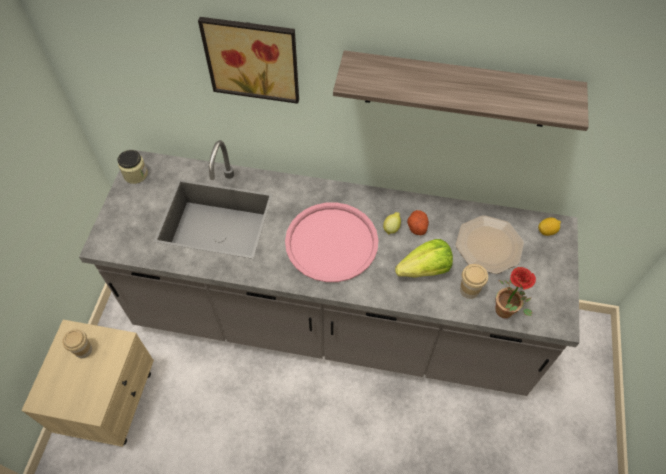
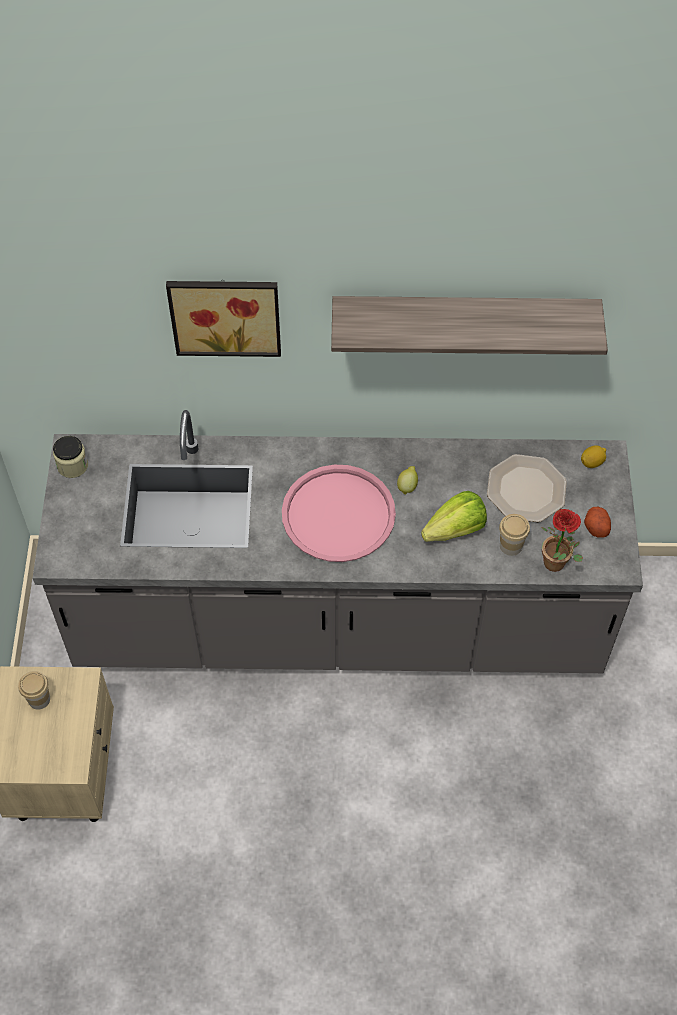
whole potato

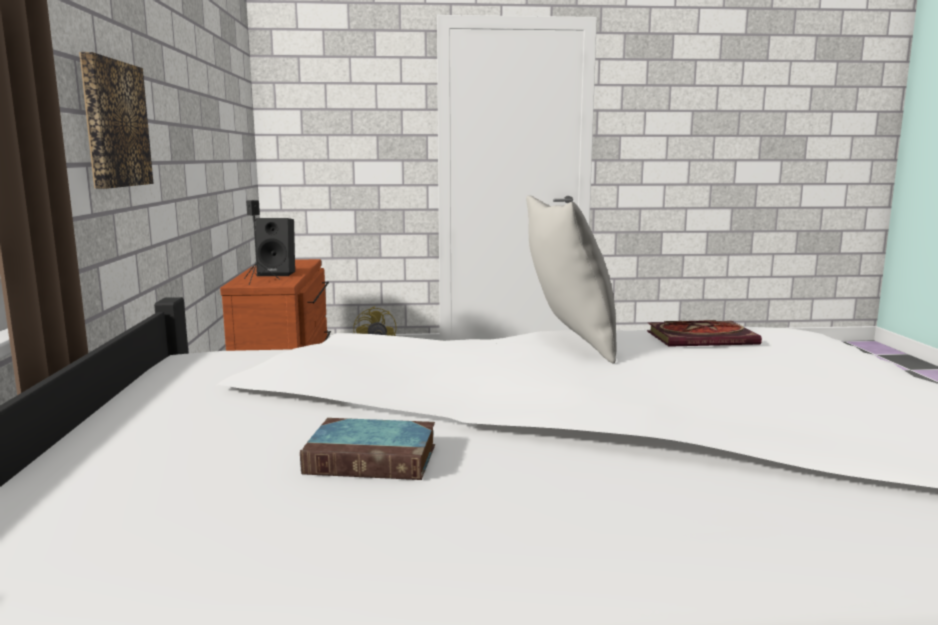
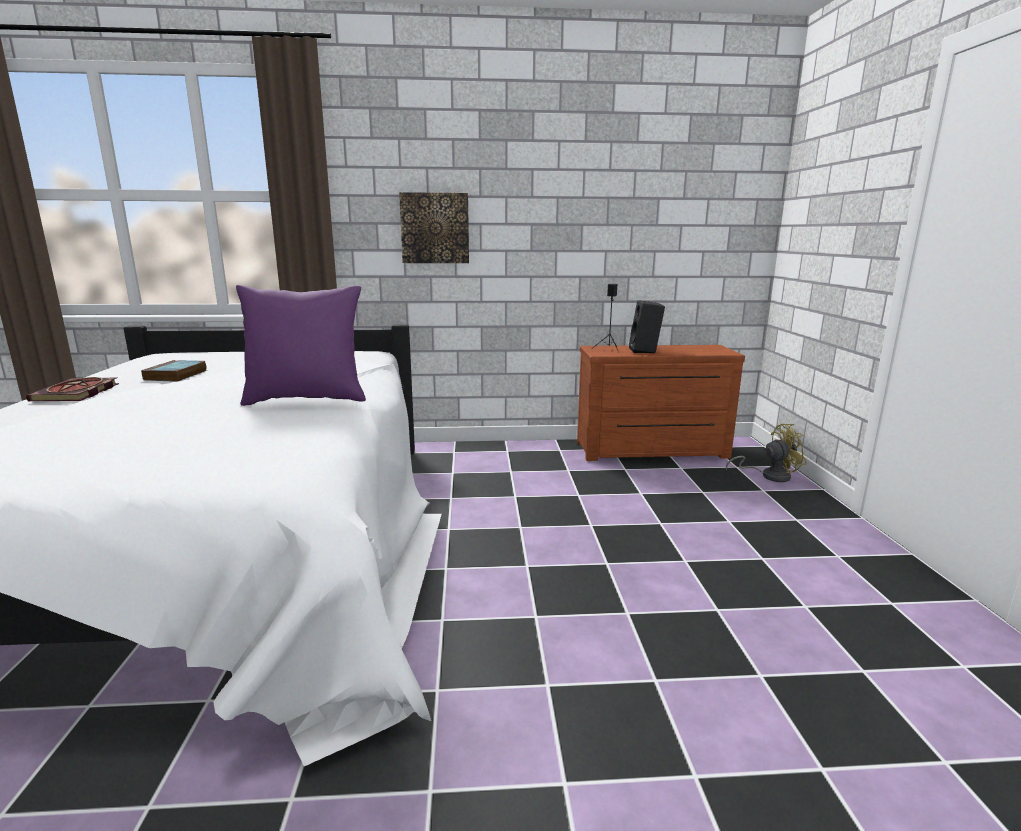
volume (1st from left); purple-coloured throw pillow

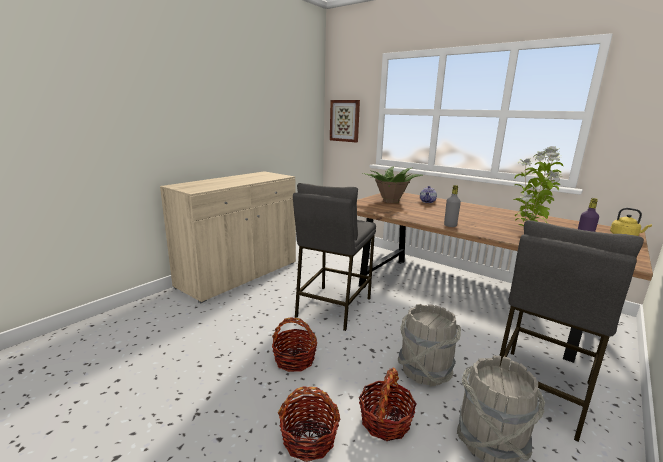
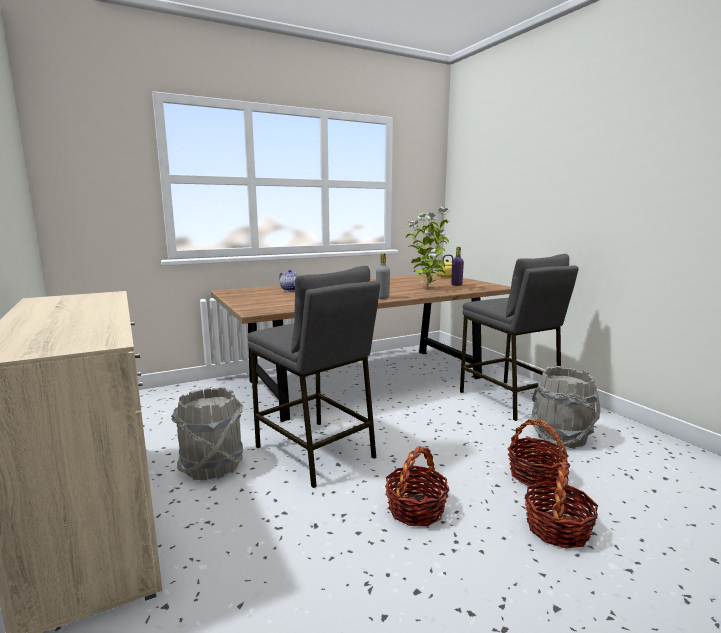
greyish bucket (1st from left); wall art; potted plant (1st from left in the first image)

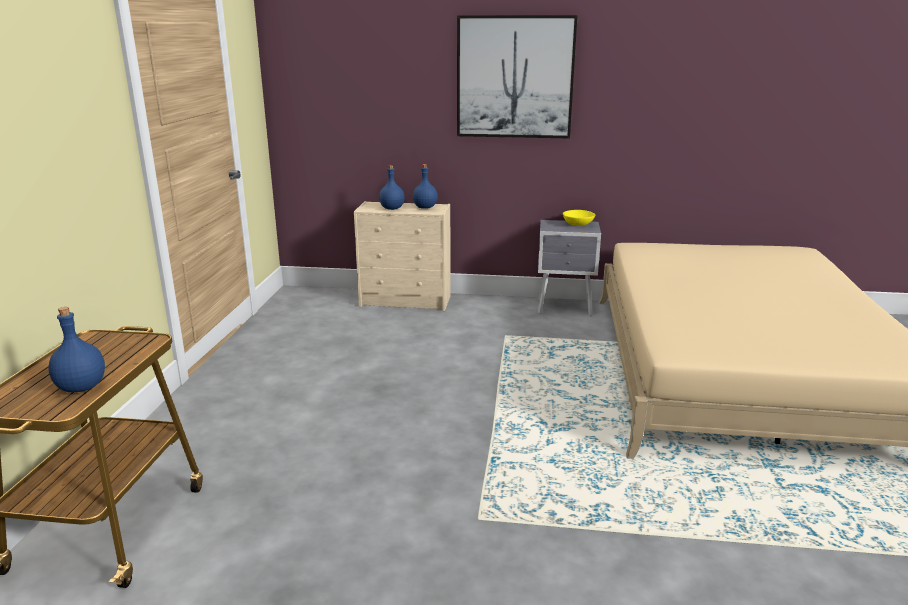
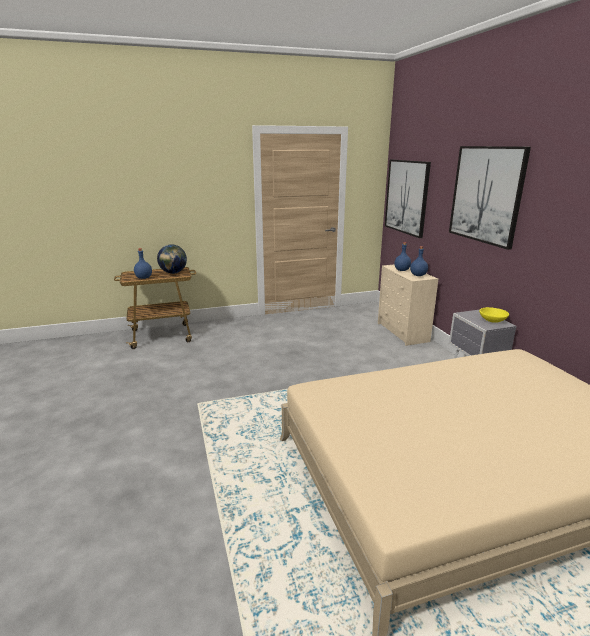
desk globe; wall art (1st from left)

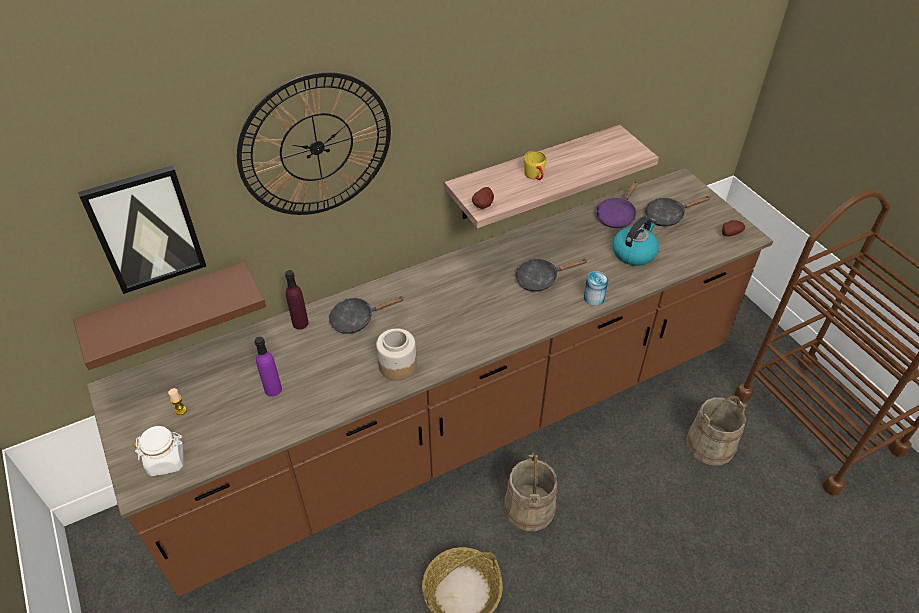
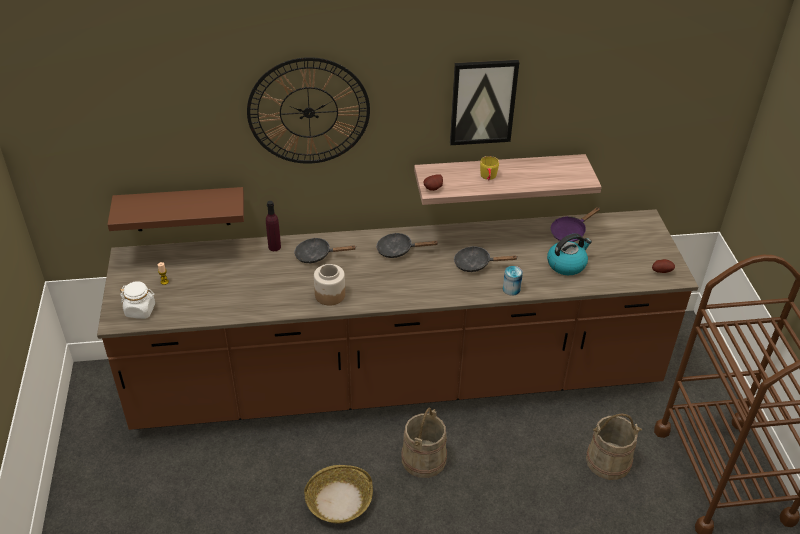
blackish skillet (2nd from left); wall art; purple-coloured drink bottle (1st from left in the first image)

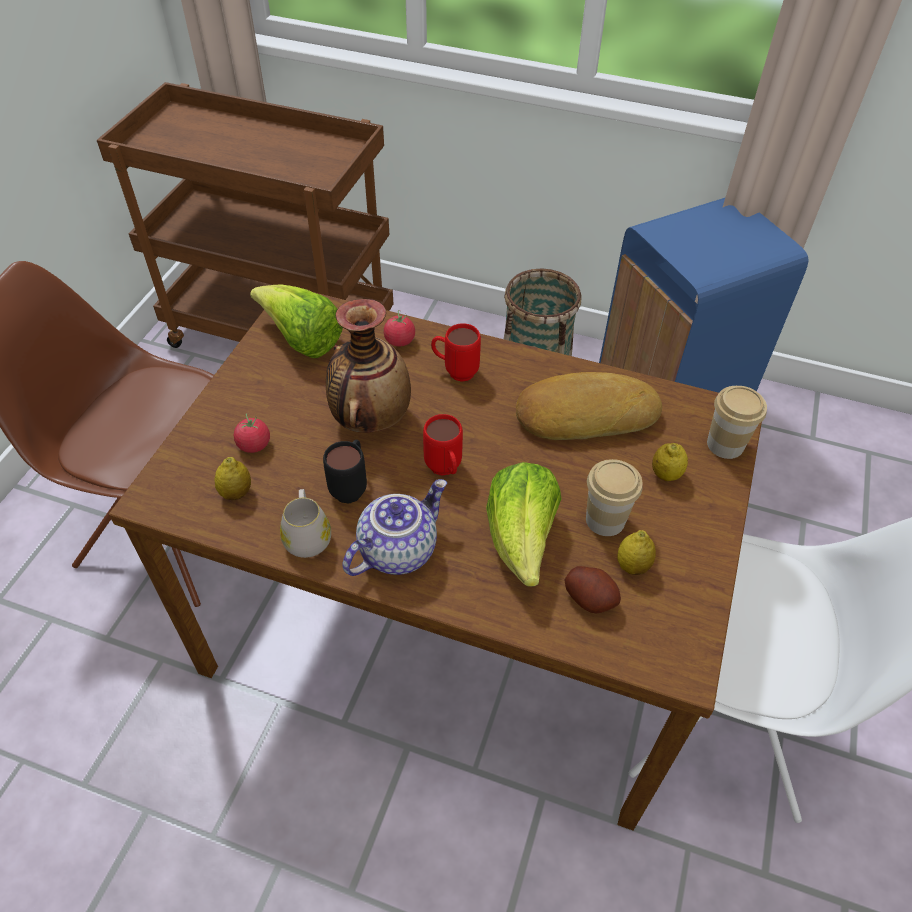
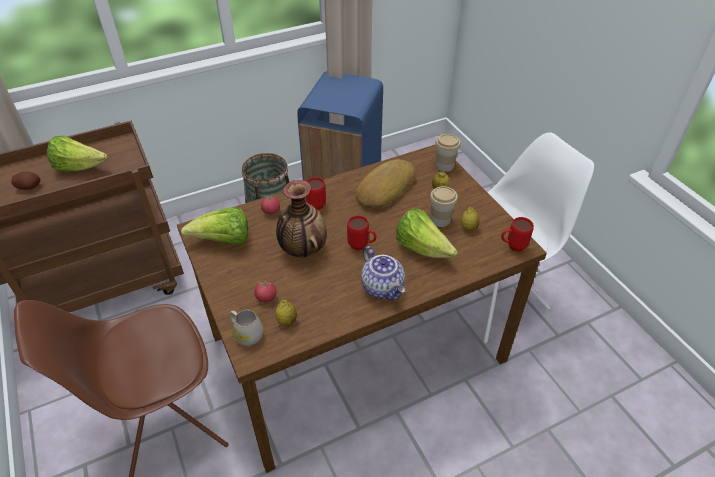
whole potato; head of lettuce (1st from left); white tea mug; tea pot; red tea mug (3rd from left); blackish tea mug

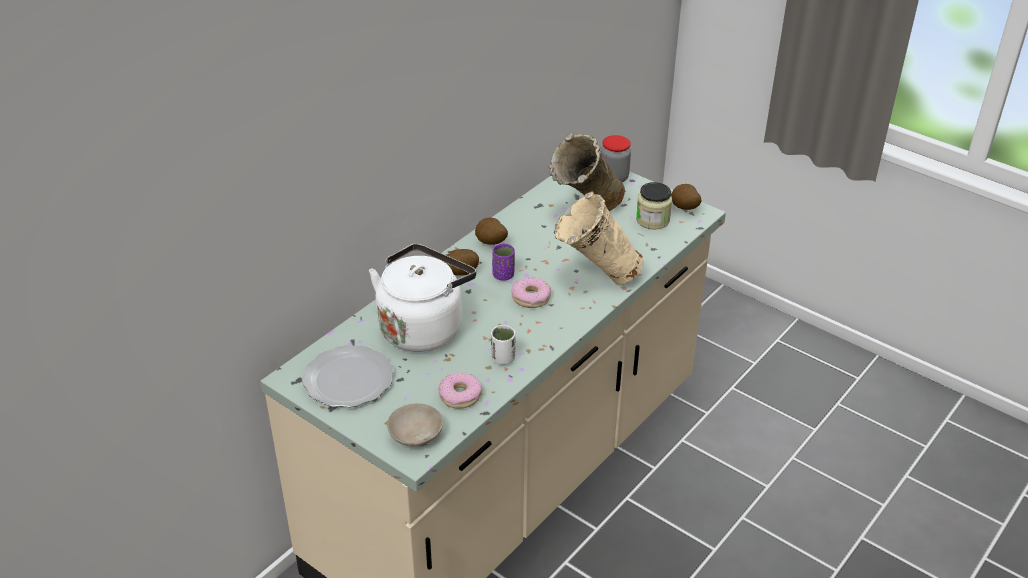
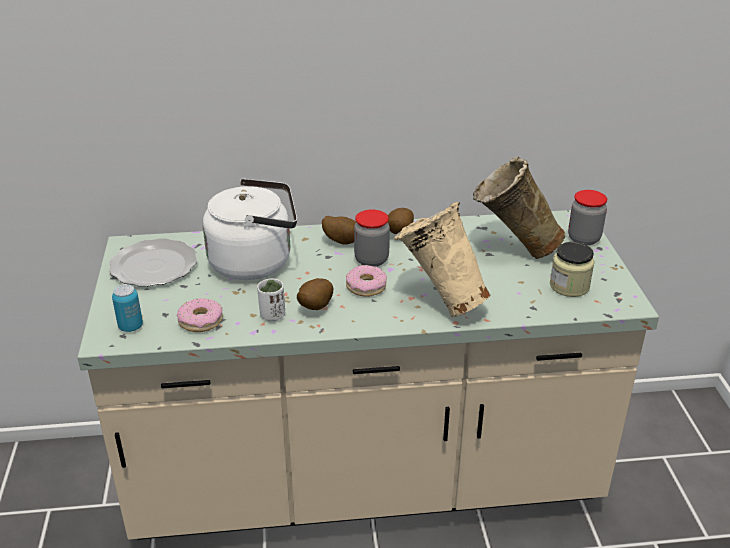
sealed can; whole potato (1st from left); jar (1st from left)

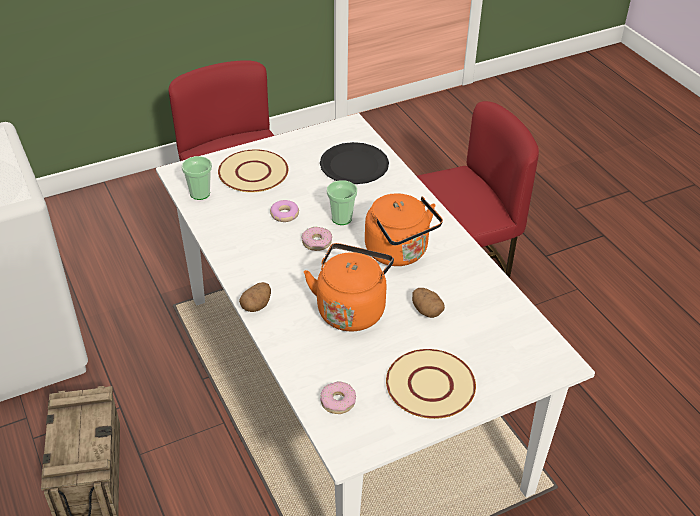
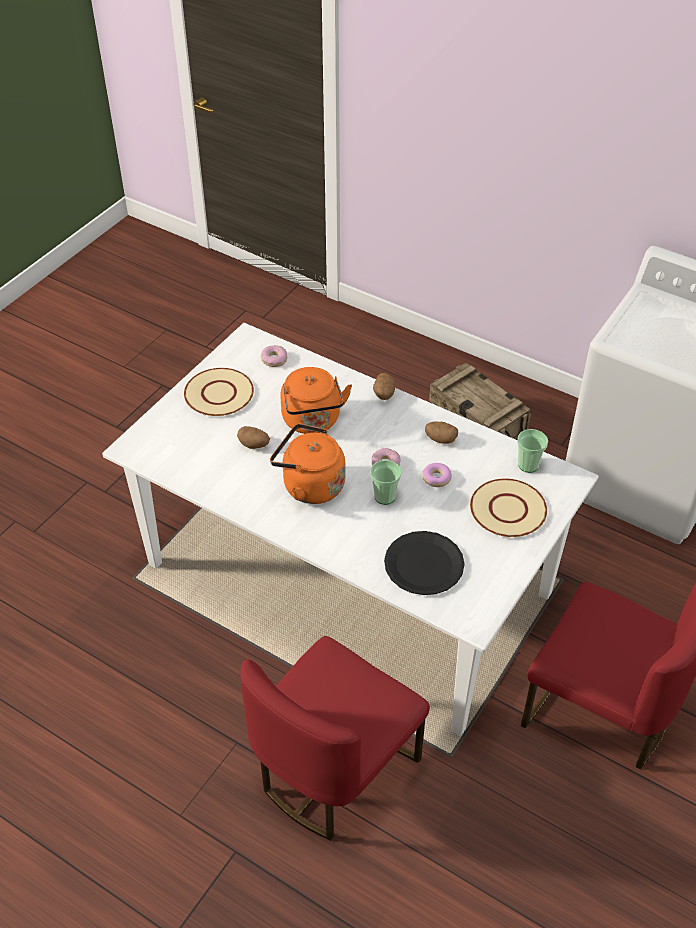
whole potato (3rd from left)

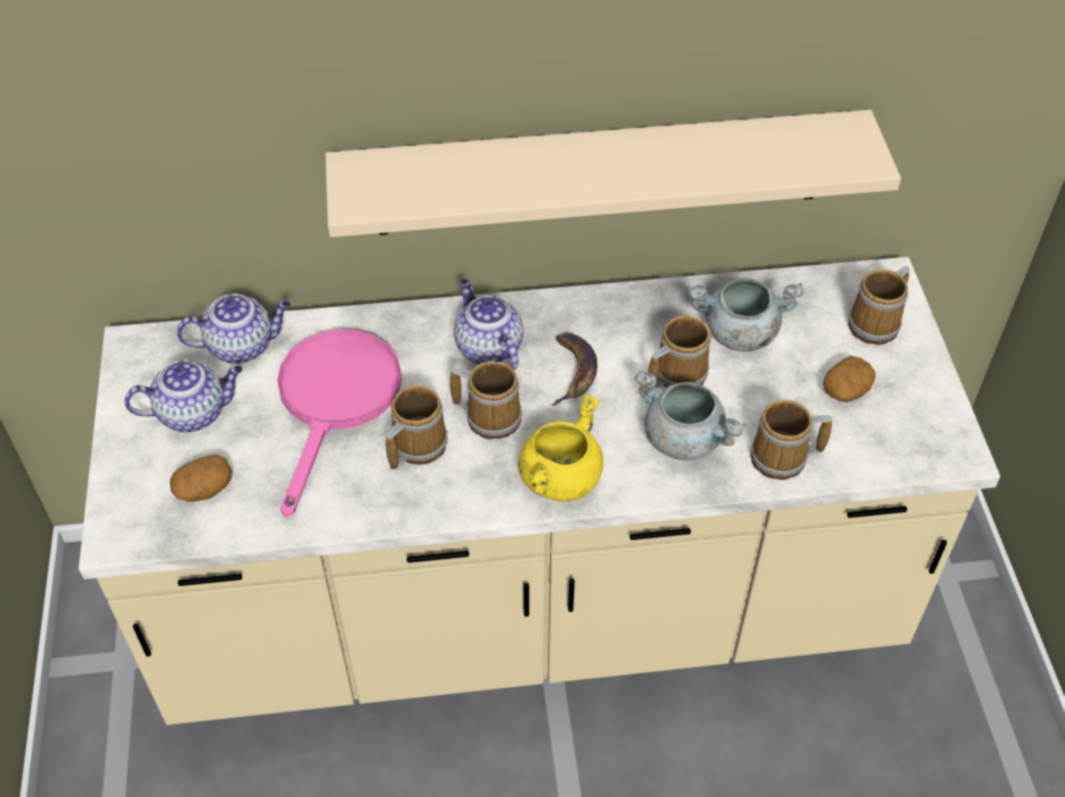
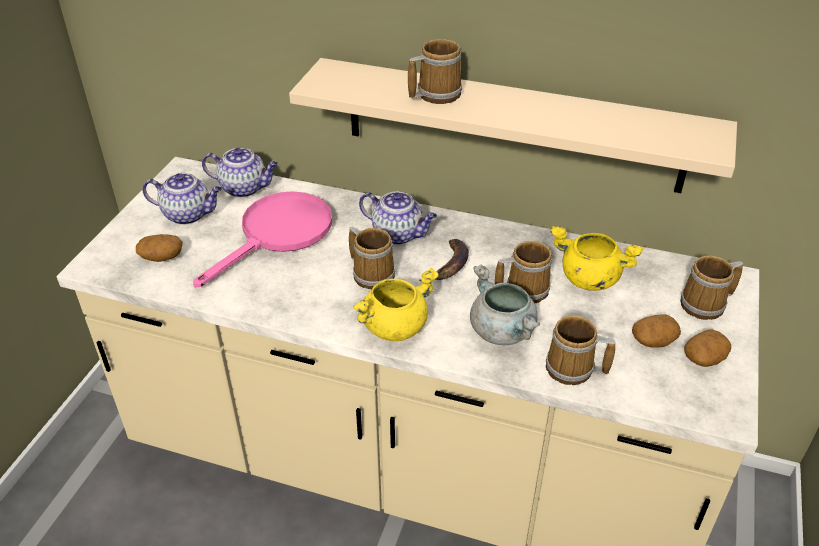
tea pot (3rd from left); tea mug (2nd from left); yellow-coloured cooking pot (2nd from left); whole potato (3rd from left)

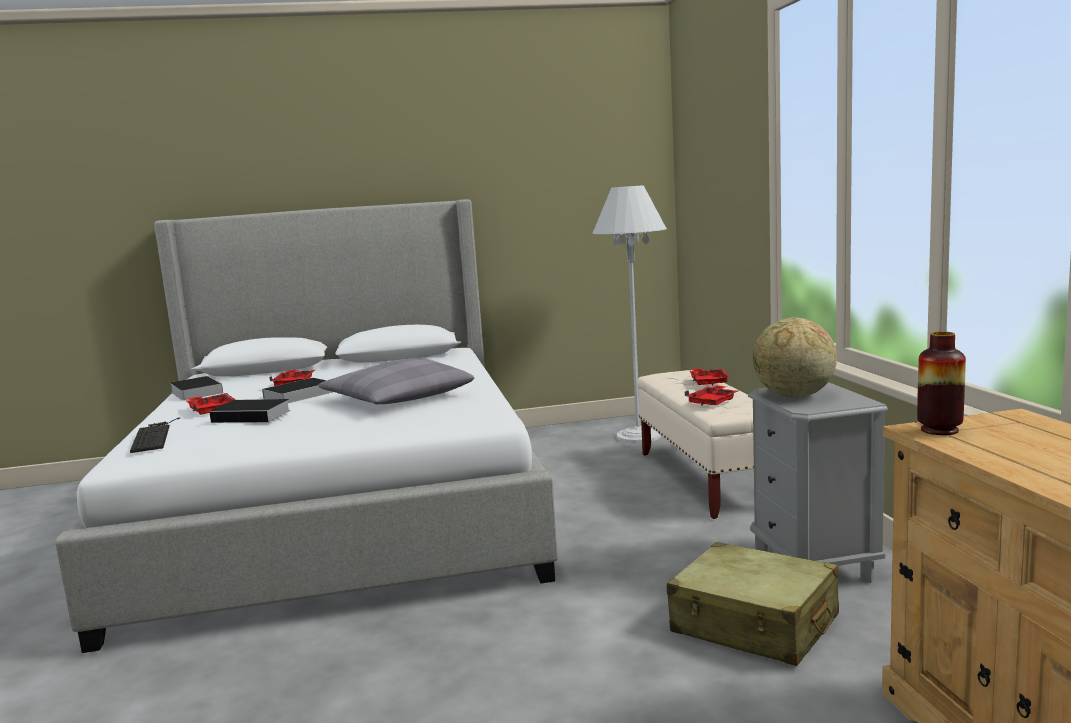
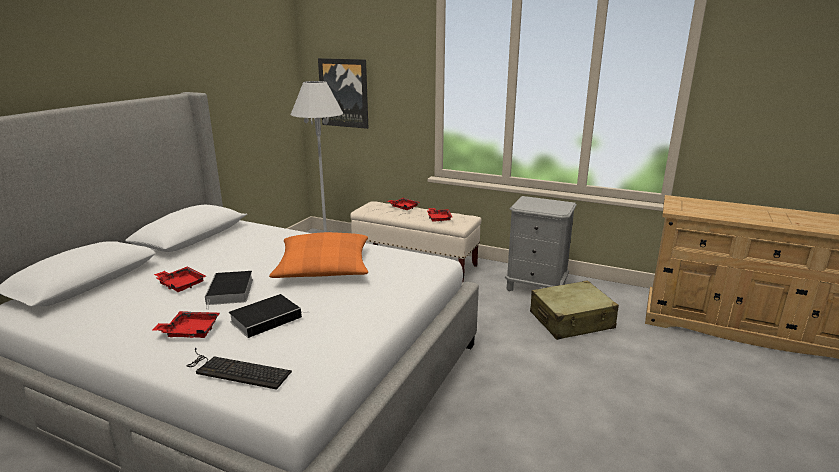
orangey throw pillow; wall art; volume (1st from left in the first image); desk globe; flower vase

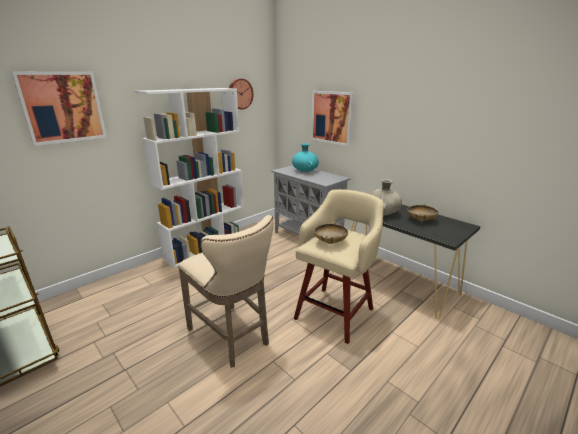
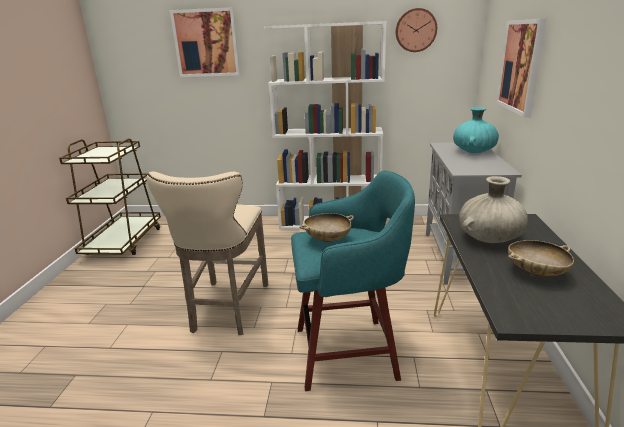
turquoise-coloured stool

